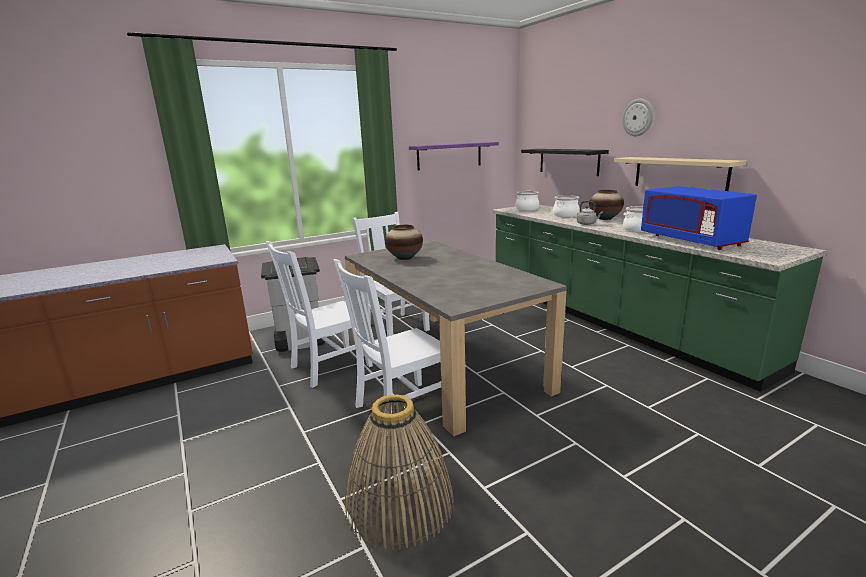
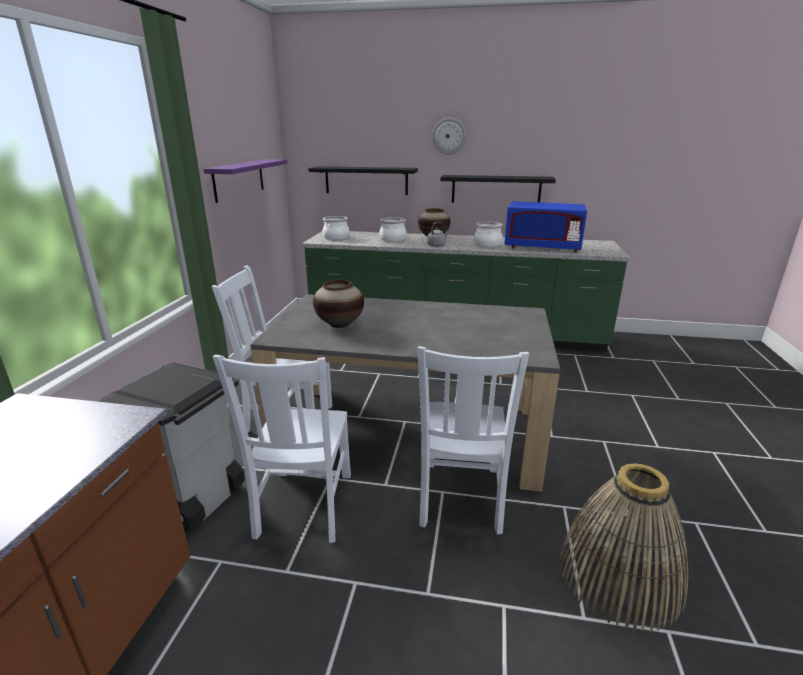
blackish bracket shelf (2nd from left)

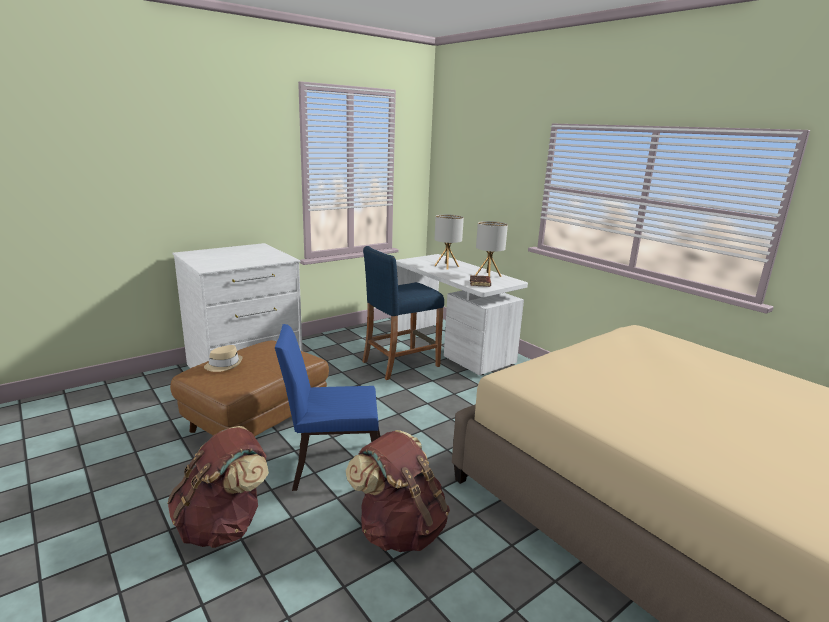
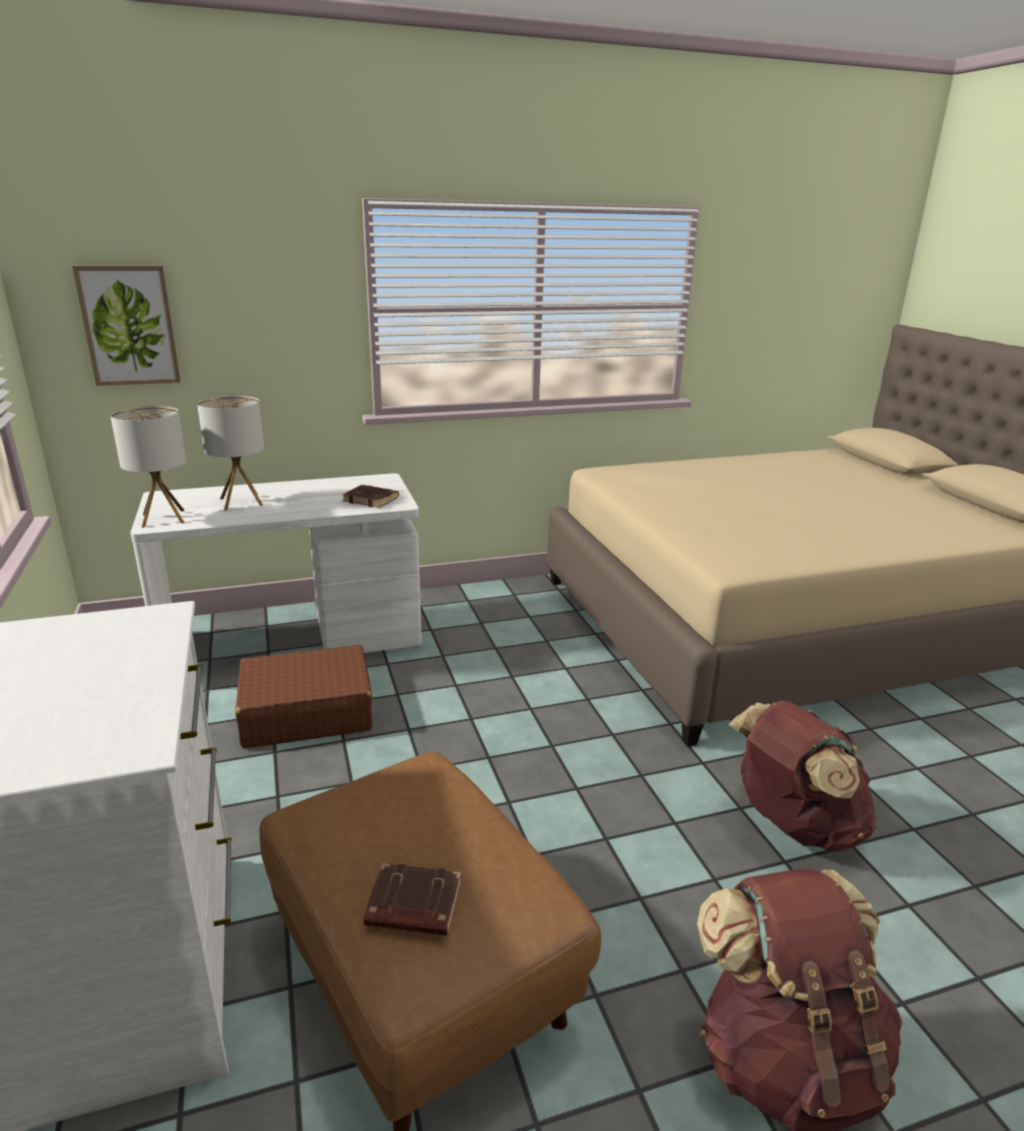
wall art; tabletop lamp (1st from left); brown-coloured travel case; brown-coloured volume (2nd from left); bluish upright chair

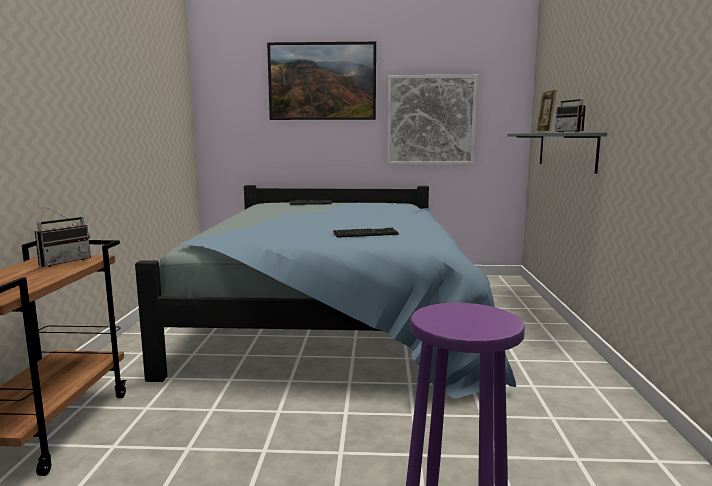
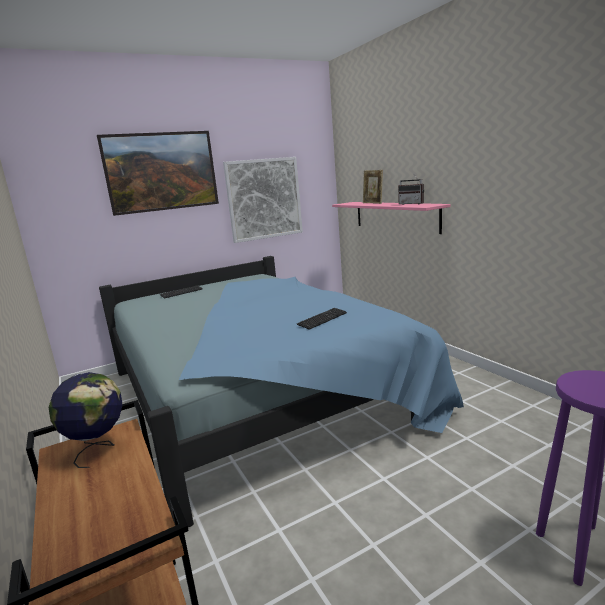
desk globe; pink bracket shelf

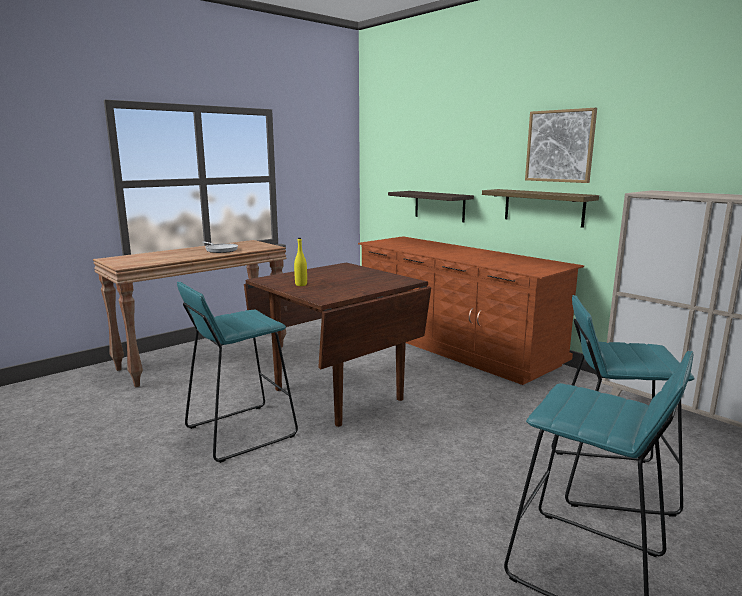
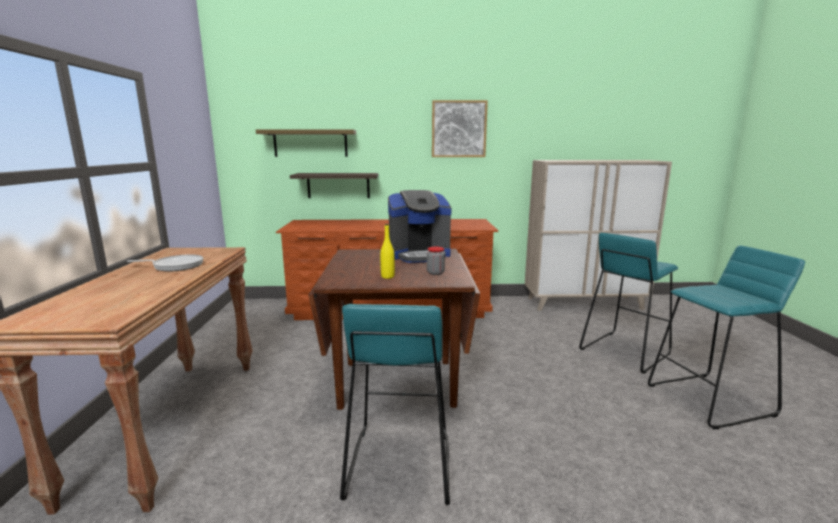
bracket shelf (1st from left); coffee machine; jar

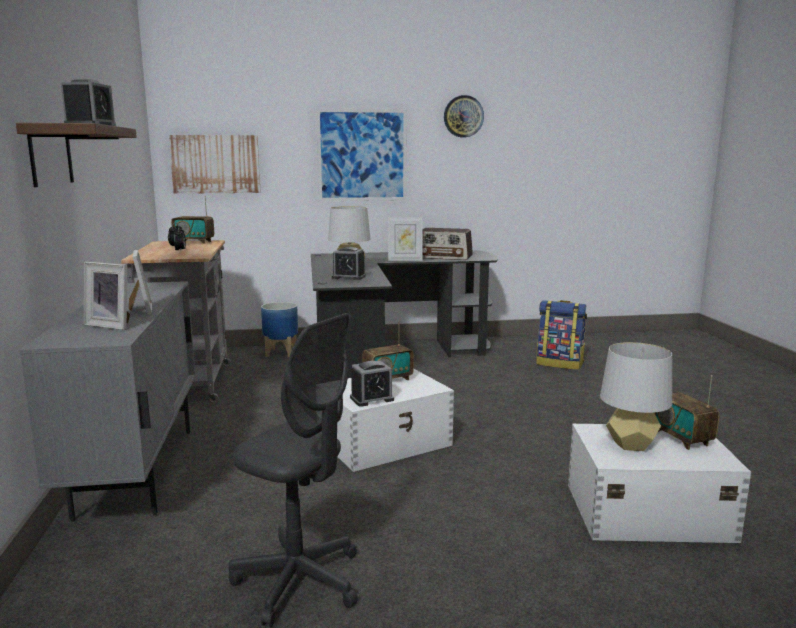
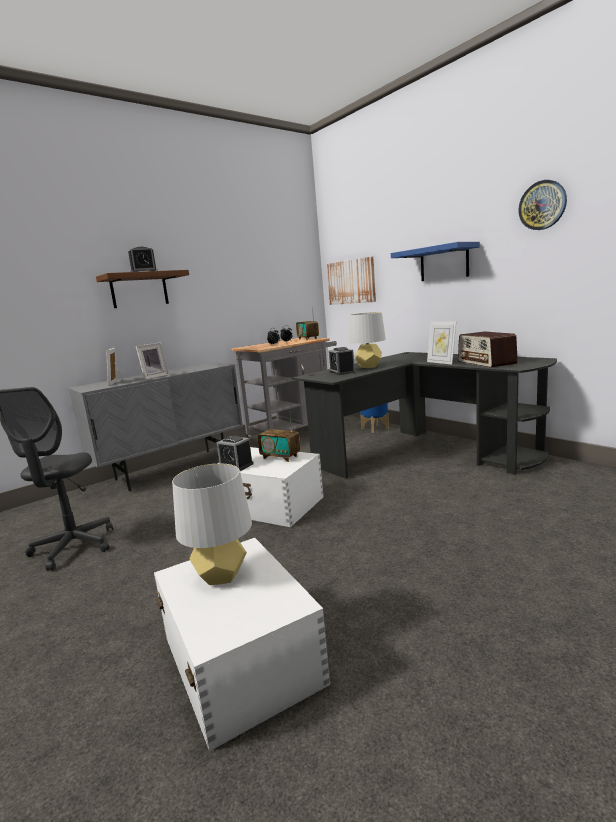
bluish bracket shelf; rucksack; radio receiver (4th from left in the first image)

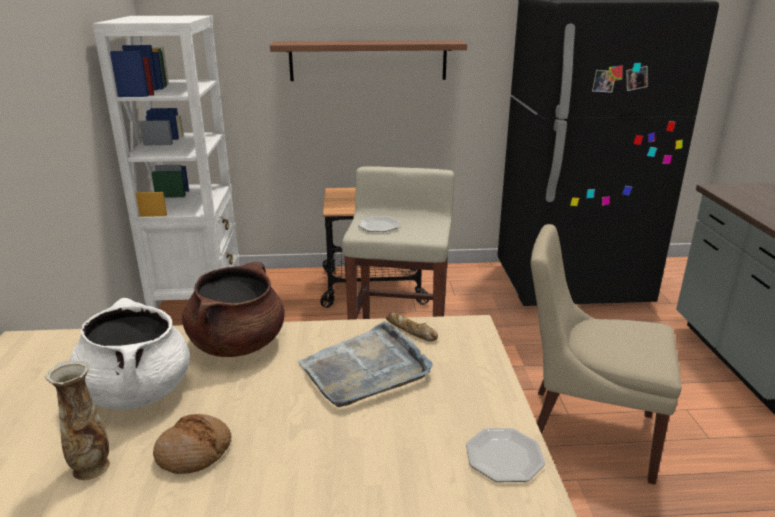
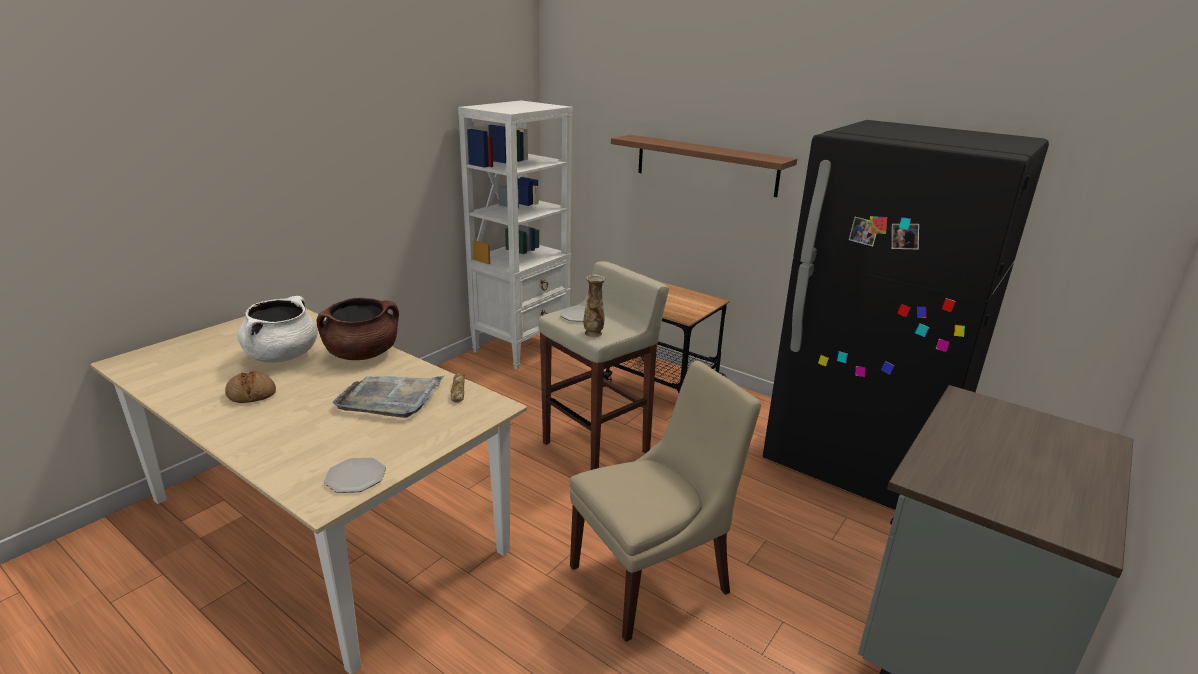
beige upright chair; flower vase

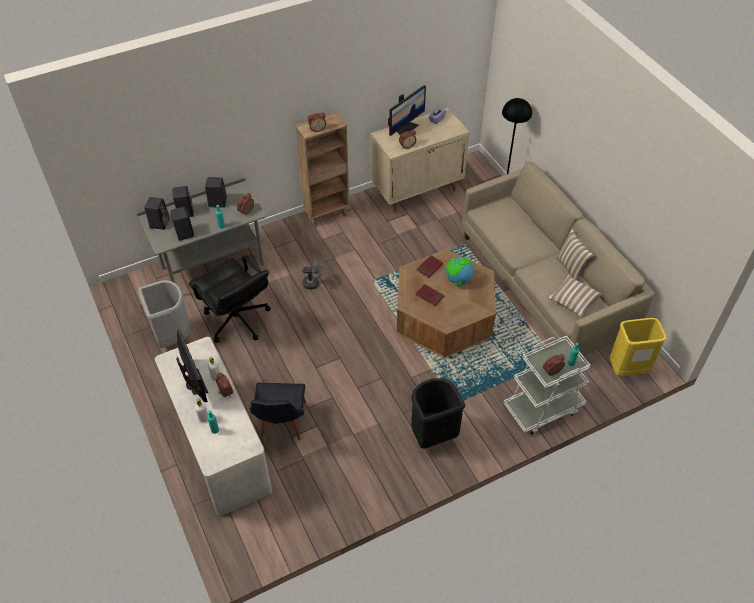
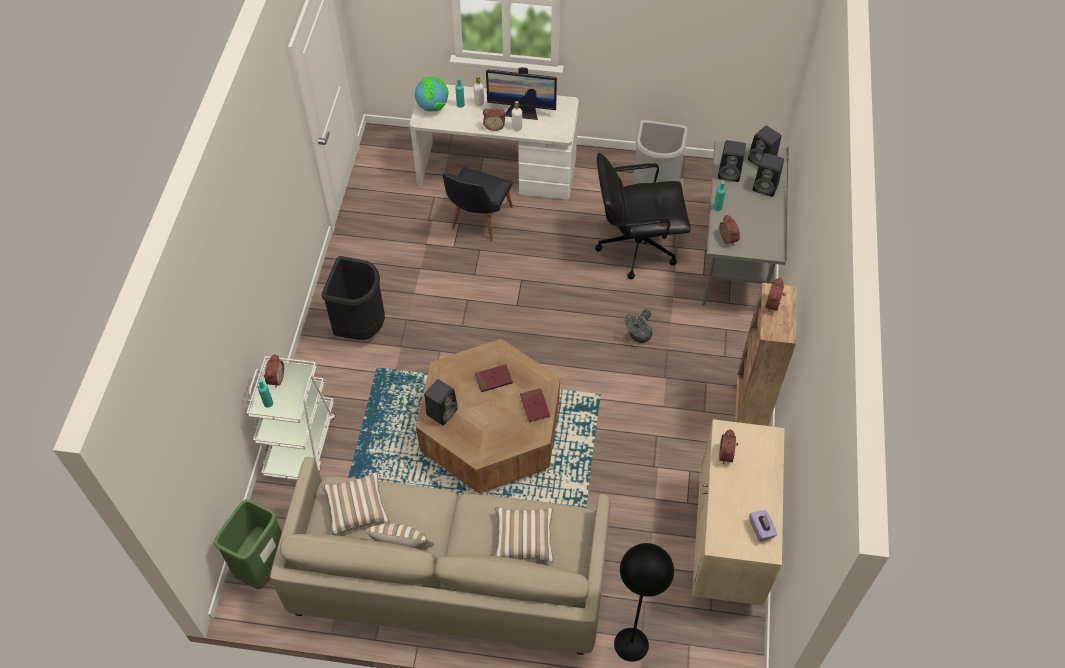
green rubbish bin; desk globe; blackish speaker (1st from left); blackish upright chair; throw pillow (3rd from left); computer screen (2nd from left in the first image)

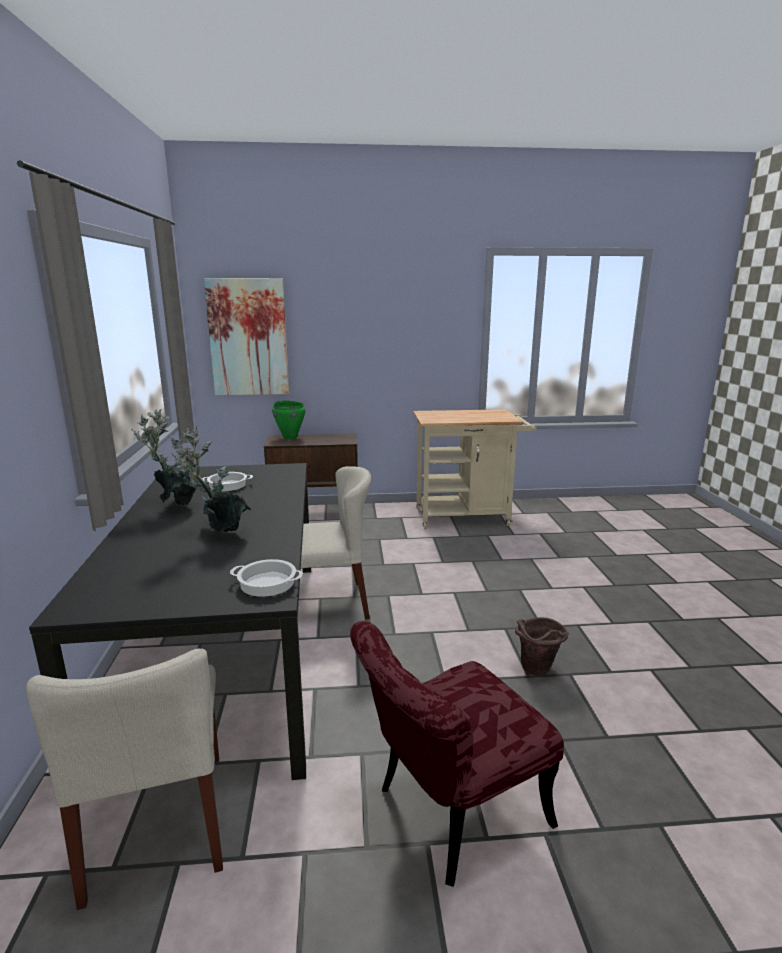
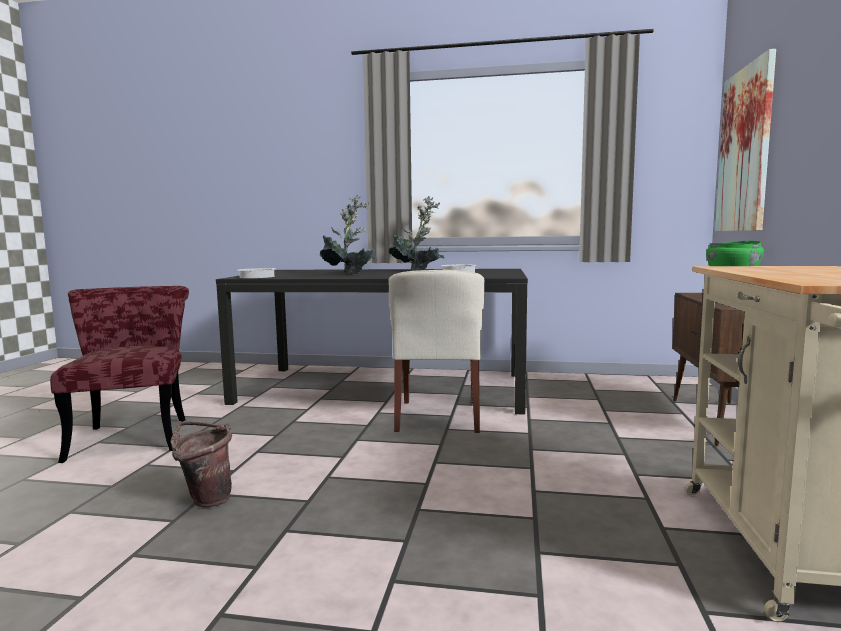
beige upright chair (1st from left in the first image)

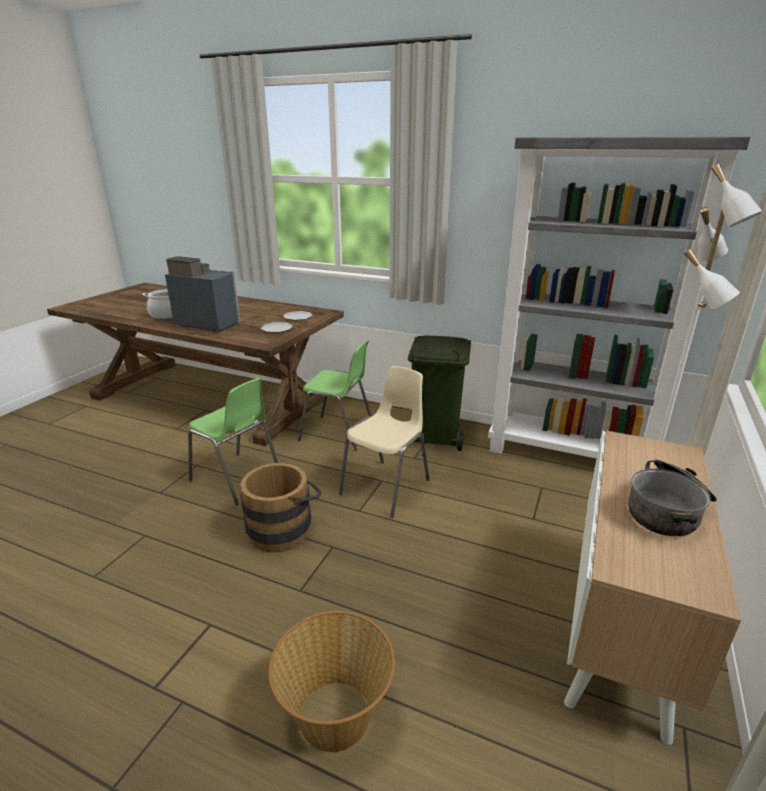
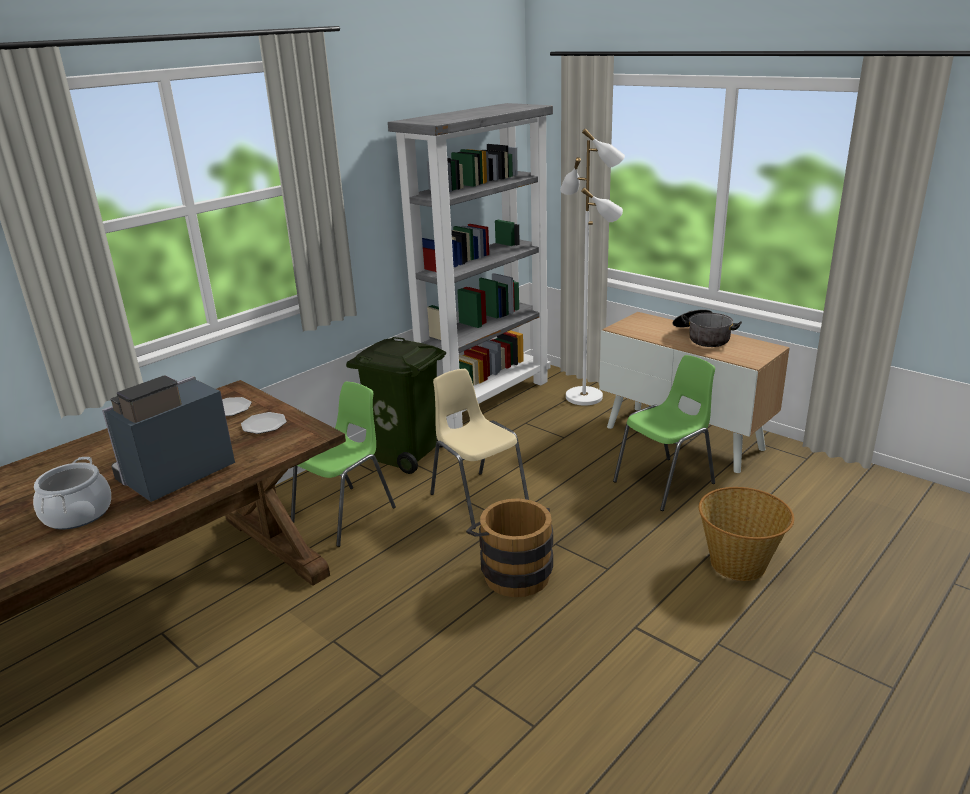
green upright chair (2nd from left)

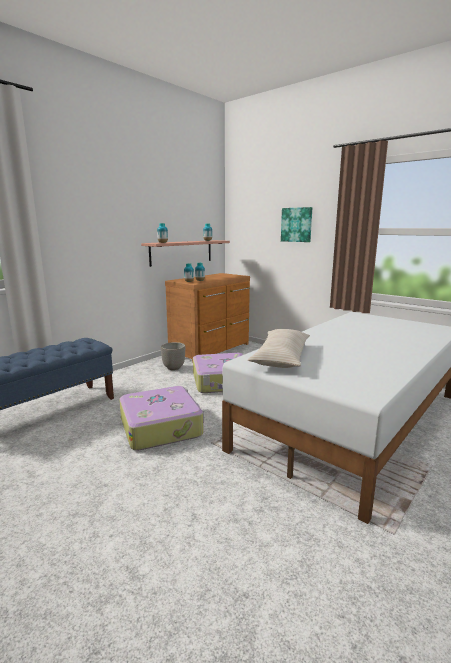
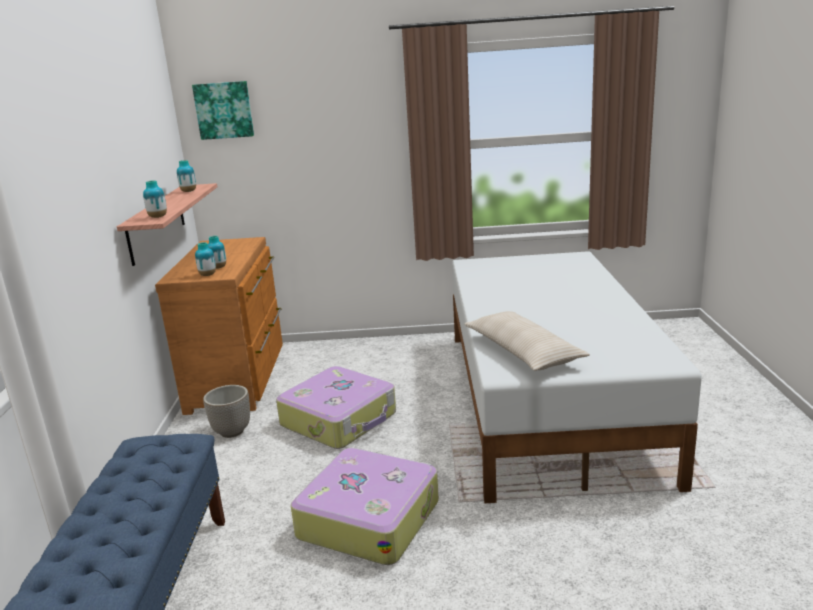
wall art

